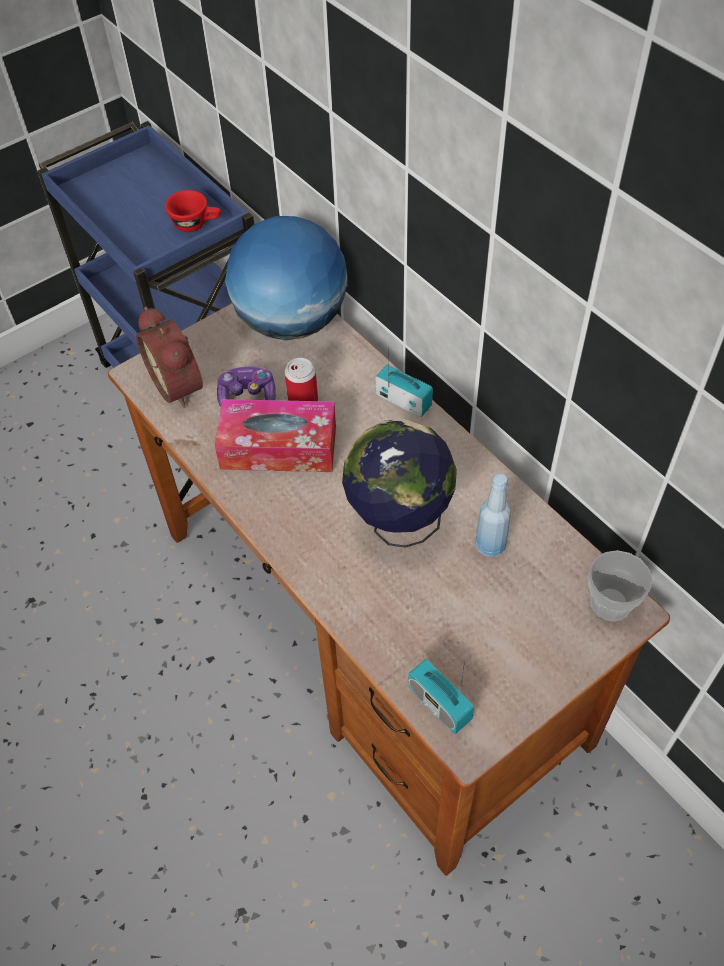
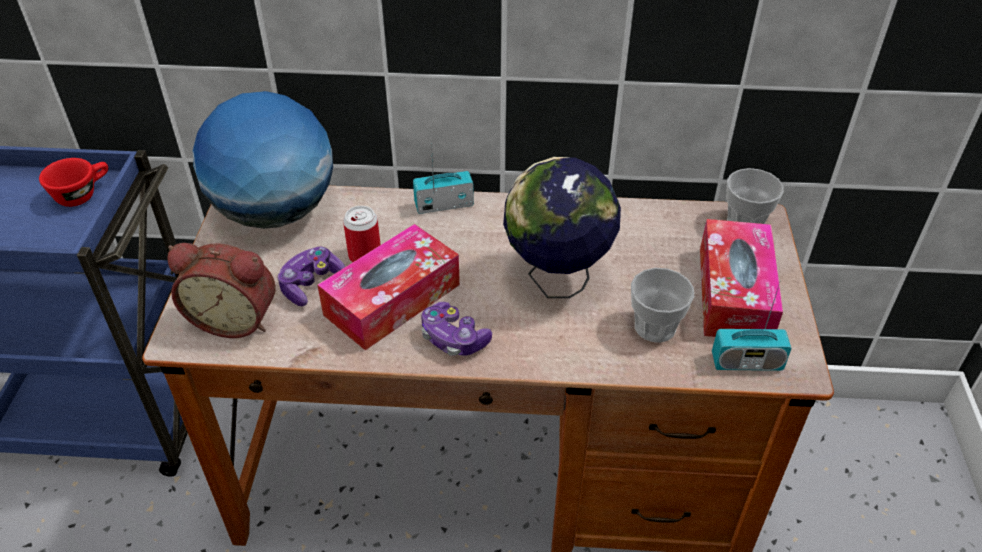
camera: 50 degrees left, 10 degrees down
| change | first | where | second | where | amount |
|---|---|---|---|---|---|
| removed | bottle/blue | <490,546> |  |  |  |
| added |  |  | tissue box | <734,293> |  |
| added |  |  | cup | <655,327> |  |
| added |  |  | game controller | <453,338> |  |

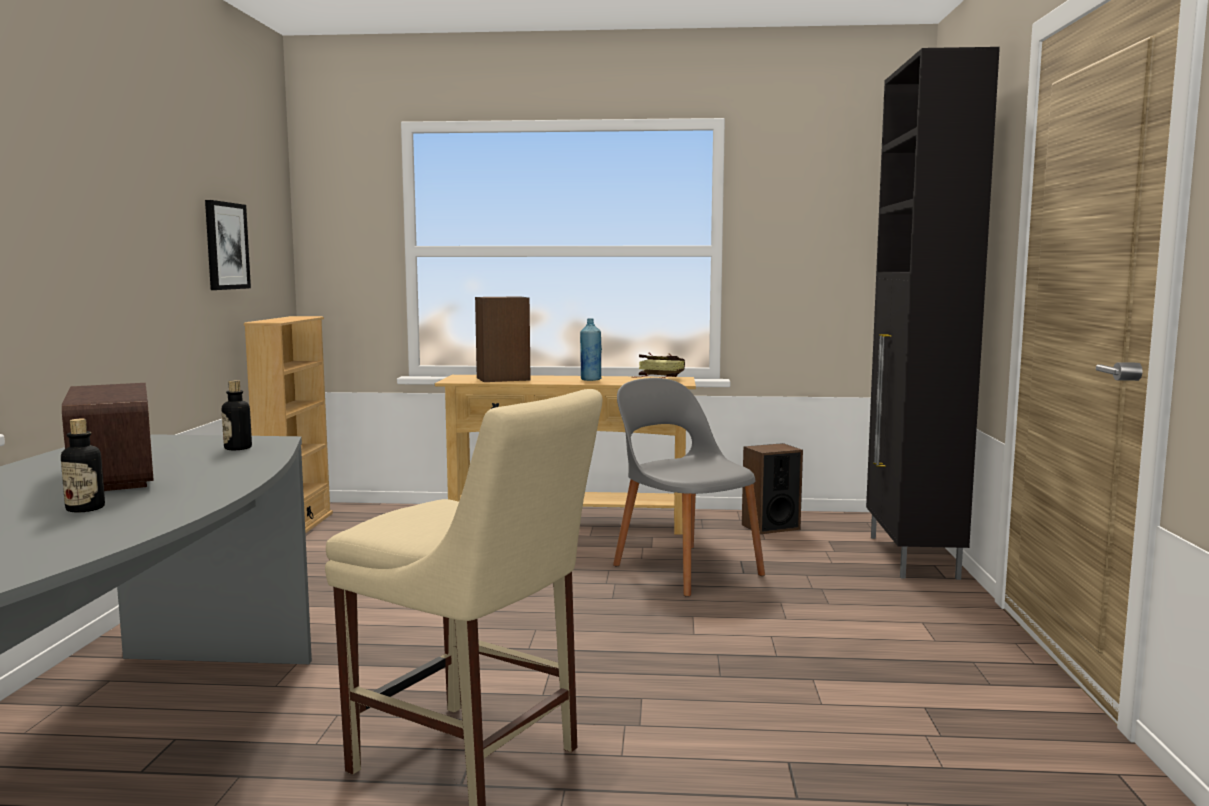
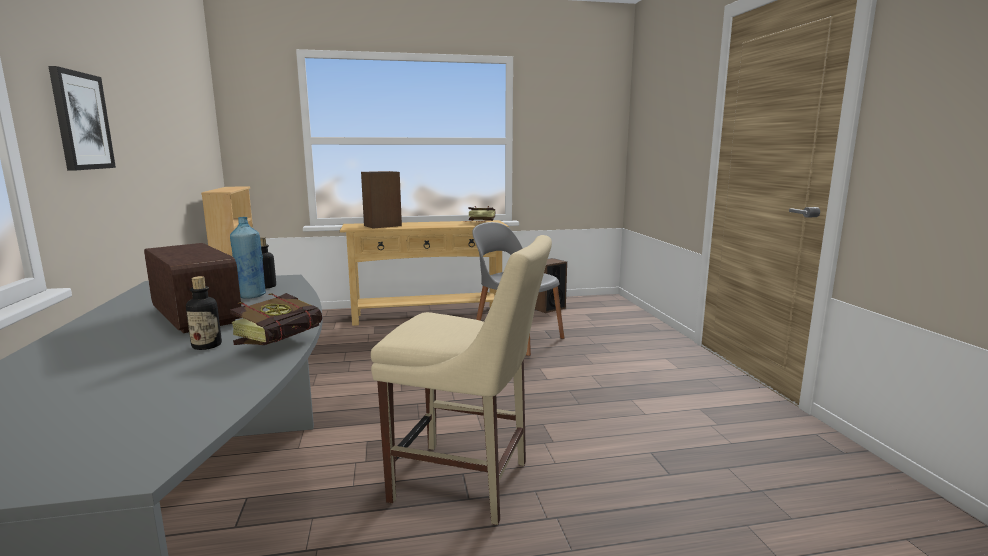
camera: 15 degrees left, 5 degrees up
| change | first | where | second | where | amount |
|---|---|---|---|---|---|
| removed | cabinet/black | <912,557> |  |  |  |
| moved | picture | <225,246> |  | <81,121> |  |
| moved | bottle/blue | <590,380> |  | <251,295> |  |
| added |  |  | book | <286,341> |  |

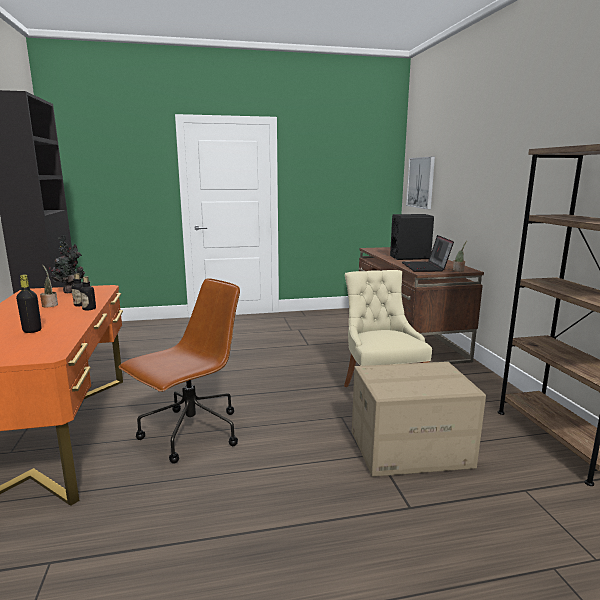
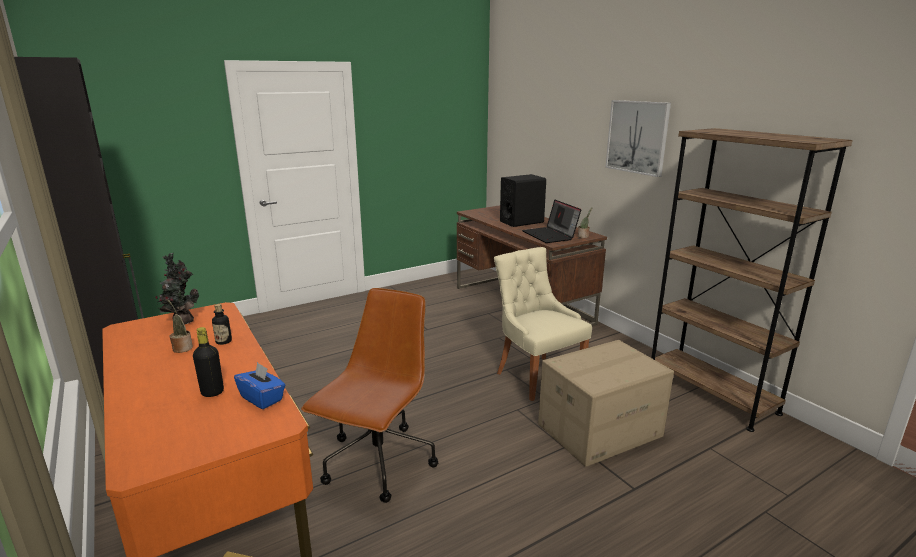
camera: 20 degrees left, 5 degrees up
| change | first | where | second | where | amount |
|---|---|---|---|---|---|
| moved | picture | <421,182> |  | <637,137> |  |
| removed | bottle | <89,309> |  |  |  |
| added |  |  | tissue box/blue | <262,398> |  |

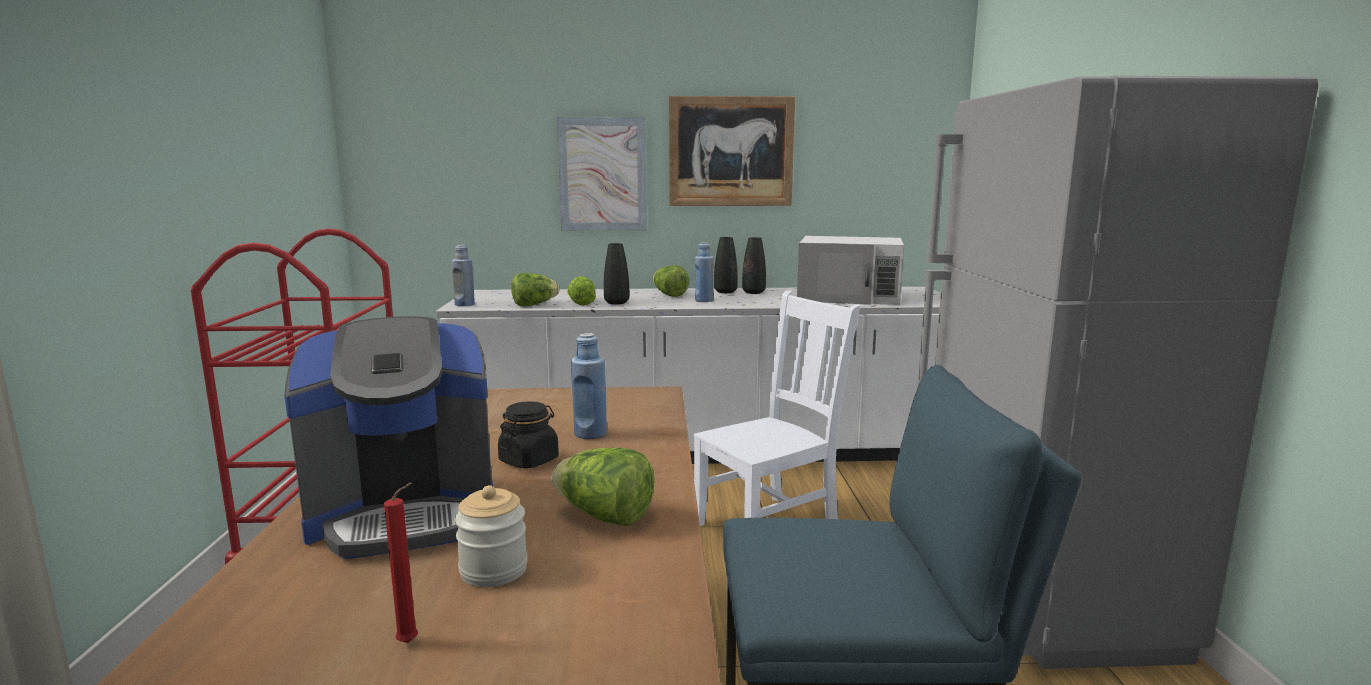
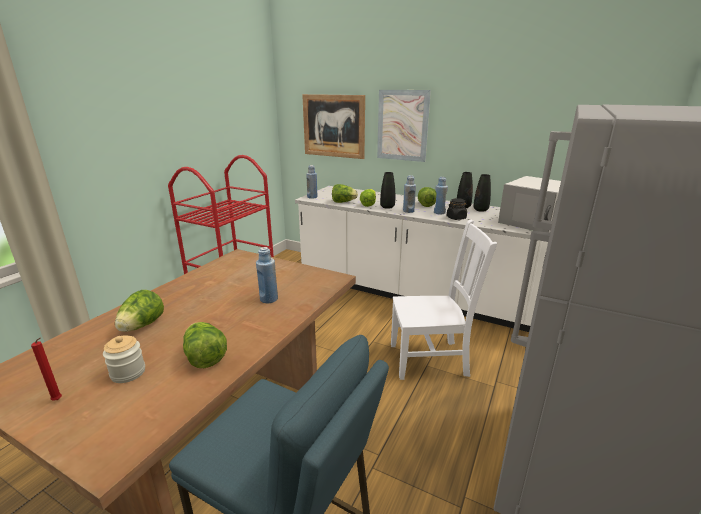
camera: 30 degrees right, 10 degrees up
| change | first | where | second | where | amount |
|---|---|---|---|---|---|
| moved | picture | <731,152> |  | <333,126> |  |
| replaced | coffee machine | <405,513> | lettuce | <142,326> |  |
| moved | jar/black | <529,460> |  | <456,218> |  |
| added |  |  | bottle/blue | <408,211> |  |

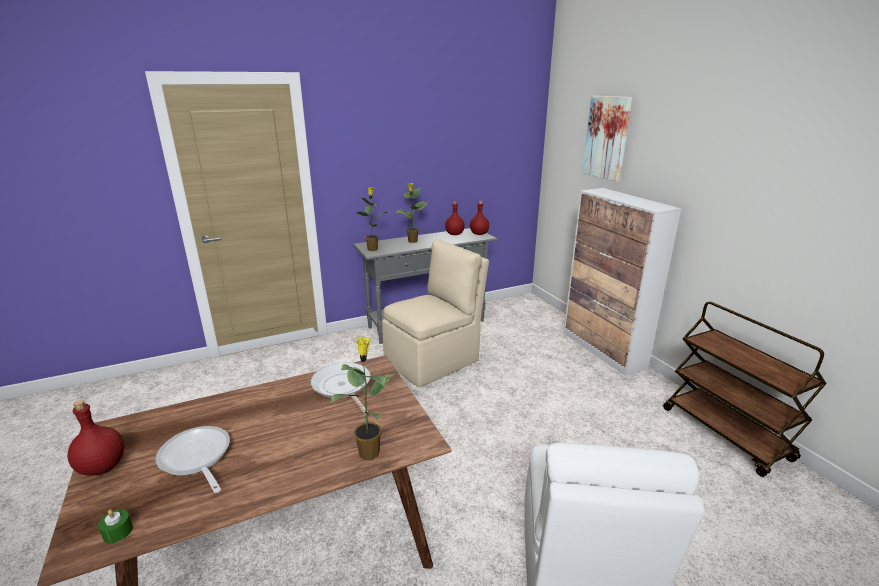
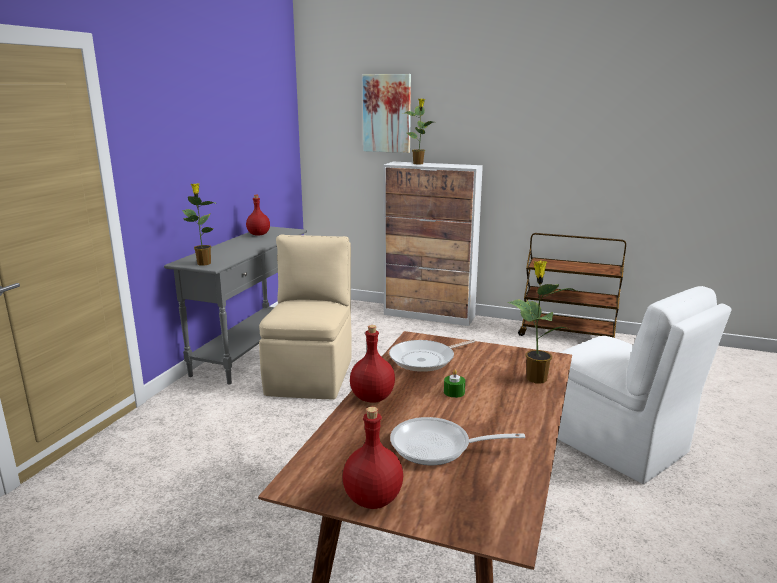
camera: 45 degrees left, 5 degrees down
| change | first | where | second | where | amount |
|---|---|---|---|---|---|
| moved | potted plant | <412,241> |  | <418,163> |  |
| moved | bottle/red | <479,234> |  | <373,397> |  |
| turned | frying pan | <342,387> |  | <425,359> | 45 degrees counterclockwise |
| moved | candle/green | <118,532> |  | <454,392> |  |

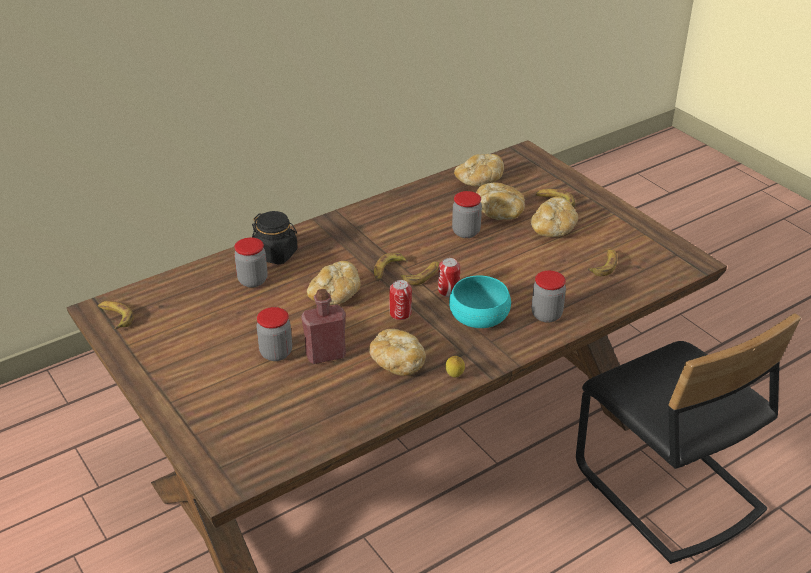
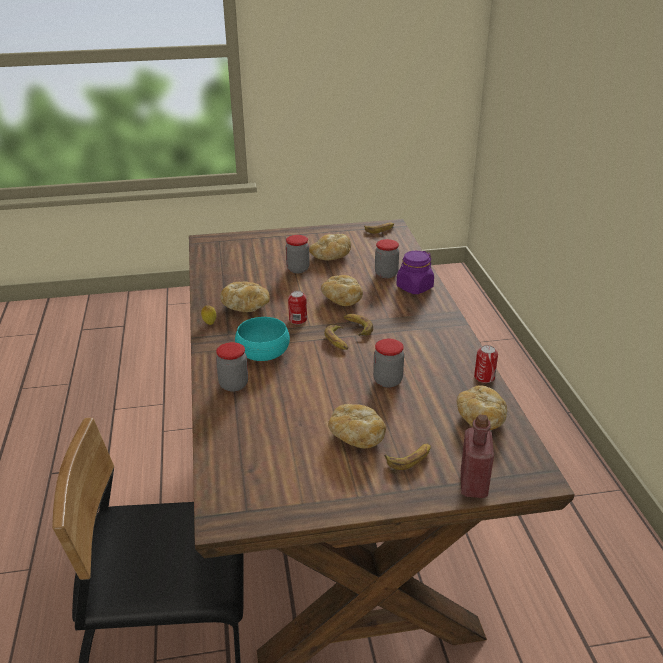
camera: 115 degrees right, 5 degrees down
| change | first | where | second | where | amount |
|---|---|---|---|---|---|
| moved | bread | <500,212> |  | <330,257> |  |
| recoloured | jar/black | <276,254> | jar/purple | <414,287> |  |
| removed | banana | <604,265> |  |  |  |
| moved | can | <448,291> |  | <484,377> |  |
| moved | bottle/red | <325,355> |  | <473,485> |  |

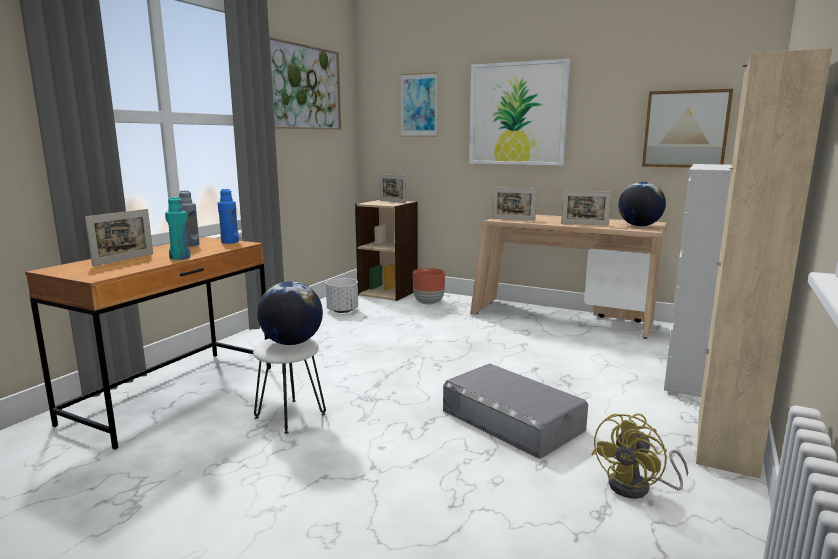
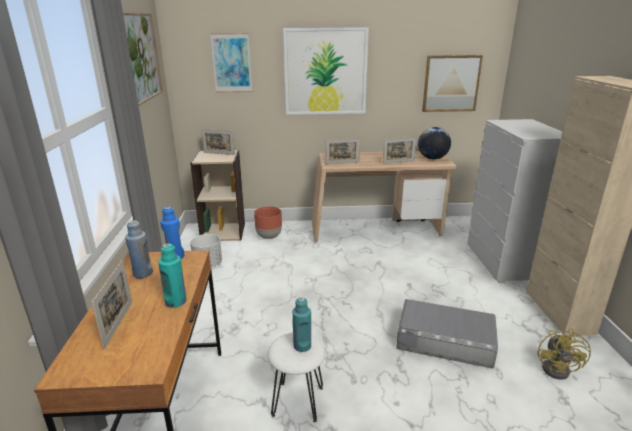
camera: 30 degrees left, 10 degrees up
| change | first | where | second | where | amount |
|---|---|---|---|---|---|
| replaced | globe | <291,343> | bottle/turquoise | <302,346> |  |

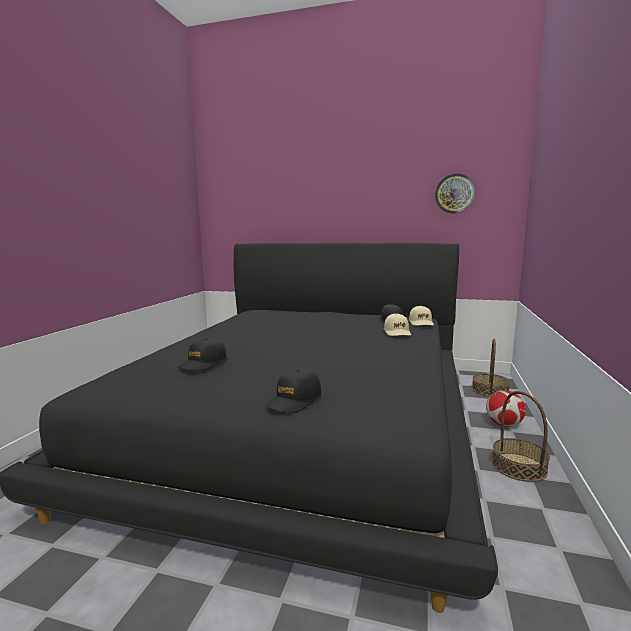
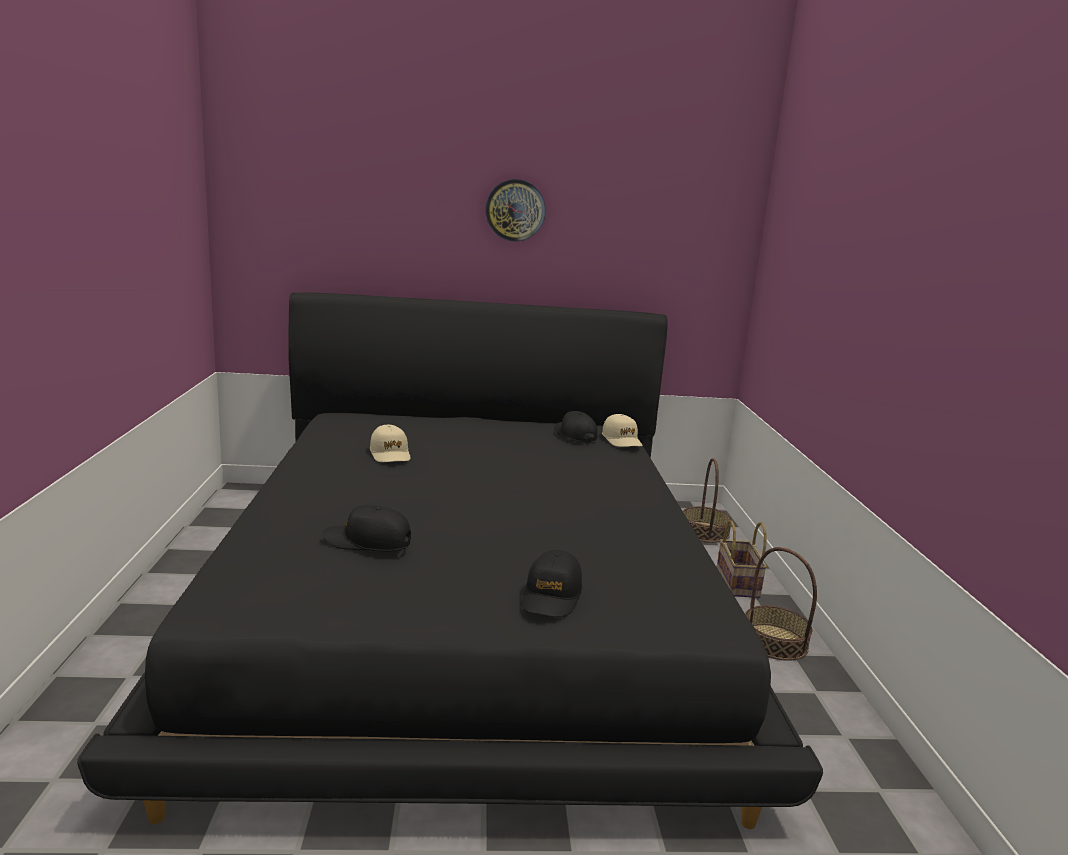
camera: 20 degrees left, 5 degrees up
| change | first | where | second | where | amount |
|---|---|---|---|---|---|
| moved | wall clock | <454,194> |  | <515,210> |  |
| moved | cap/beige | <397,332> |  | <390,454> |  |
| turned | cap/black | <203,363> |  | <367,541> | 90 degrees clockwise |
| replaced | football | <504,425> | basket | <739,584> |  |

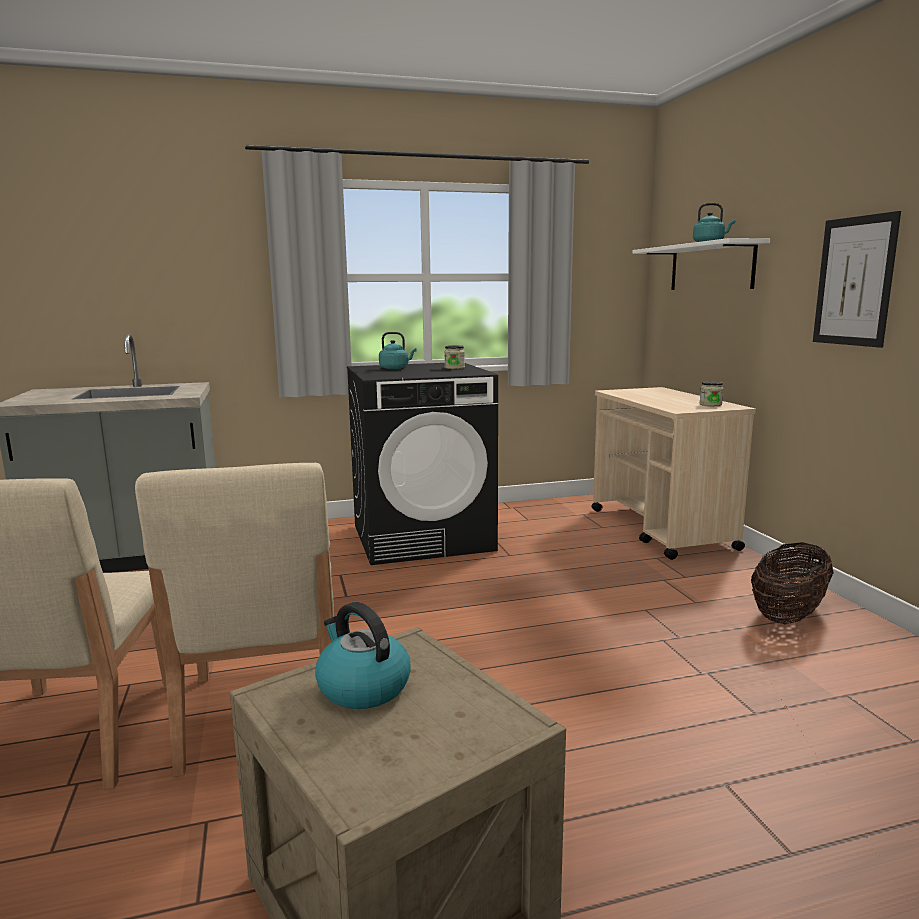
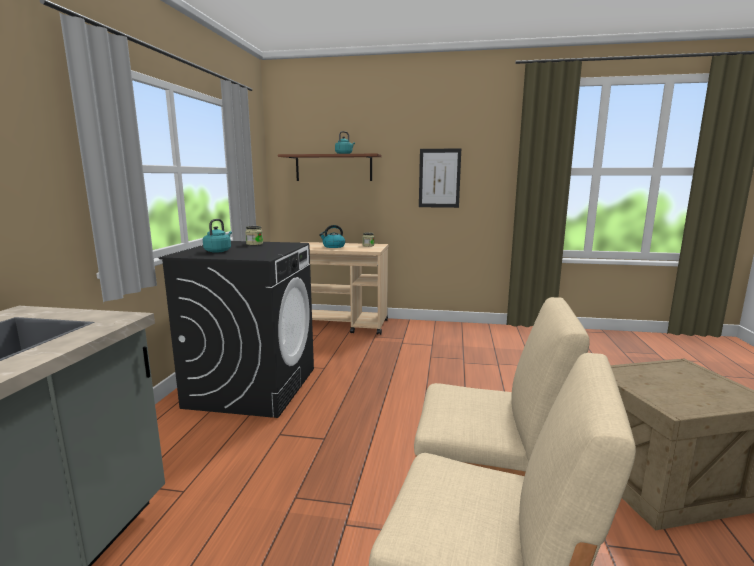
camera: 65 degrees left, 0 degrees up
| change | first | where | second | where | amount |
|---|---|---|---|---|---|
| recoloured | shelf/white | <711,267> | shelf/brown | <333,168> |  |
| removed | basket | <788,615> |  |  |  |
| moved | kettle | <362,687> |  | <333,246> |  |

